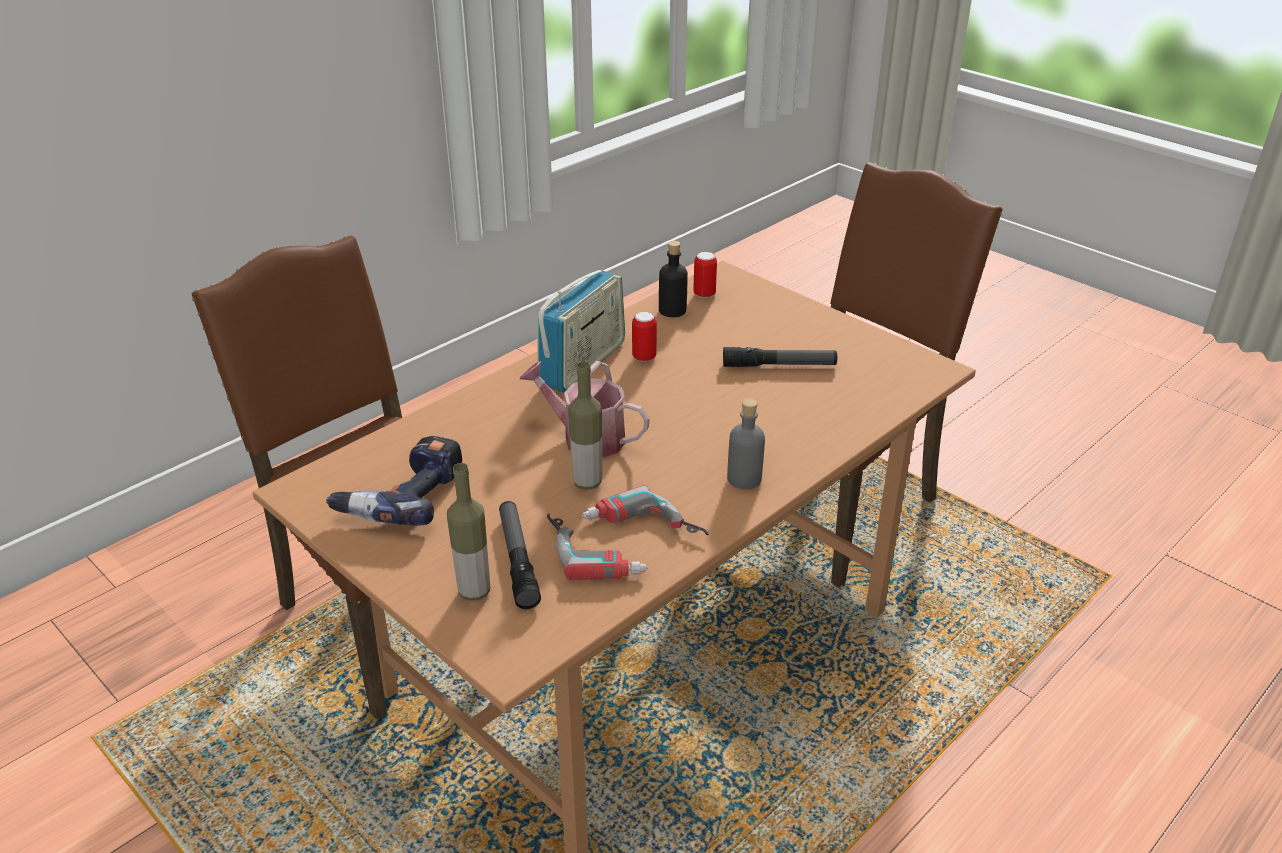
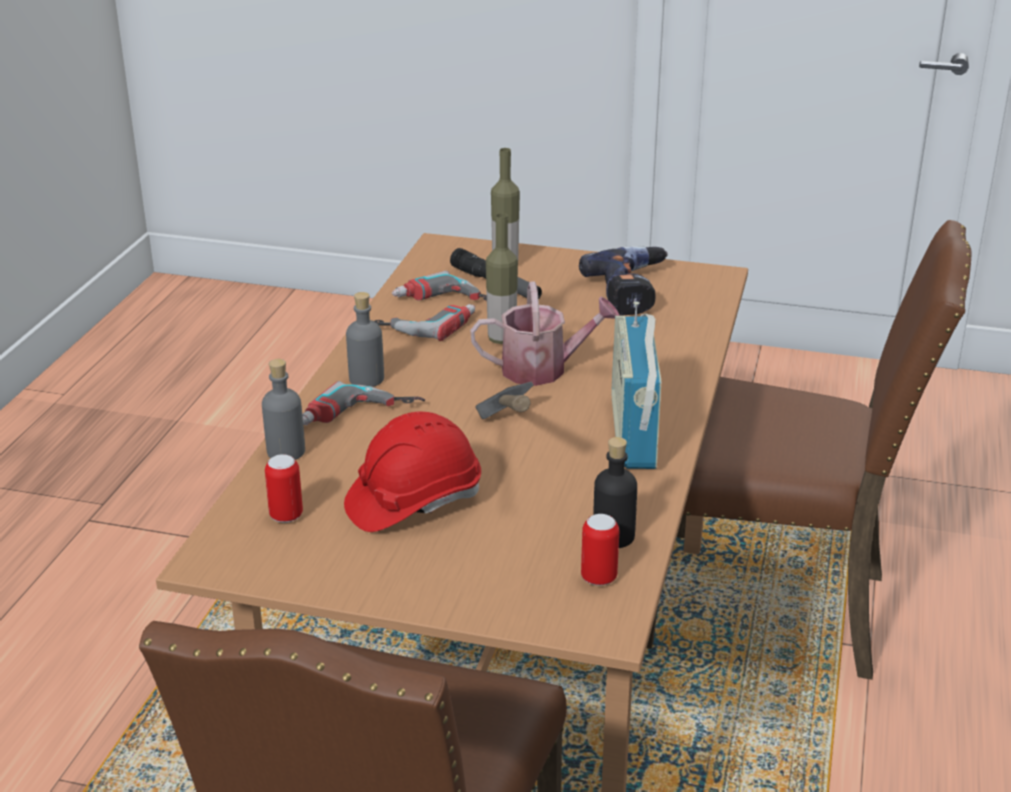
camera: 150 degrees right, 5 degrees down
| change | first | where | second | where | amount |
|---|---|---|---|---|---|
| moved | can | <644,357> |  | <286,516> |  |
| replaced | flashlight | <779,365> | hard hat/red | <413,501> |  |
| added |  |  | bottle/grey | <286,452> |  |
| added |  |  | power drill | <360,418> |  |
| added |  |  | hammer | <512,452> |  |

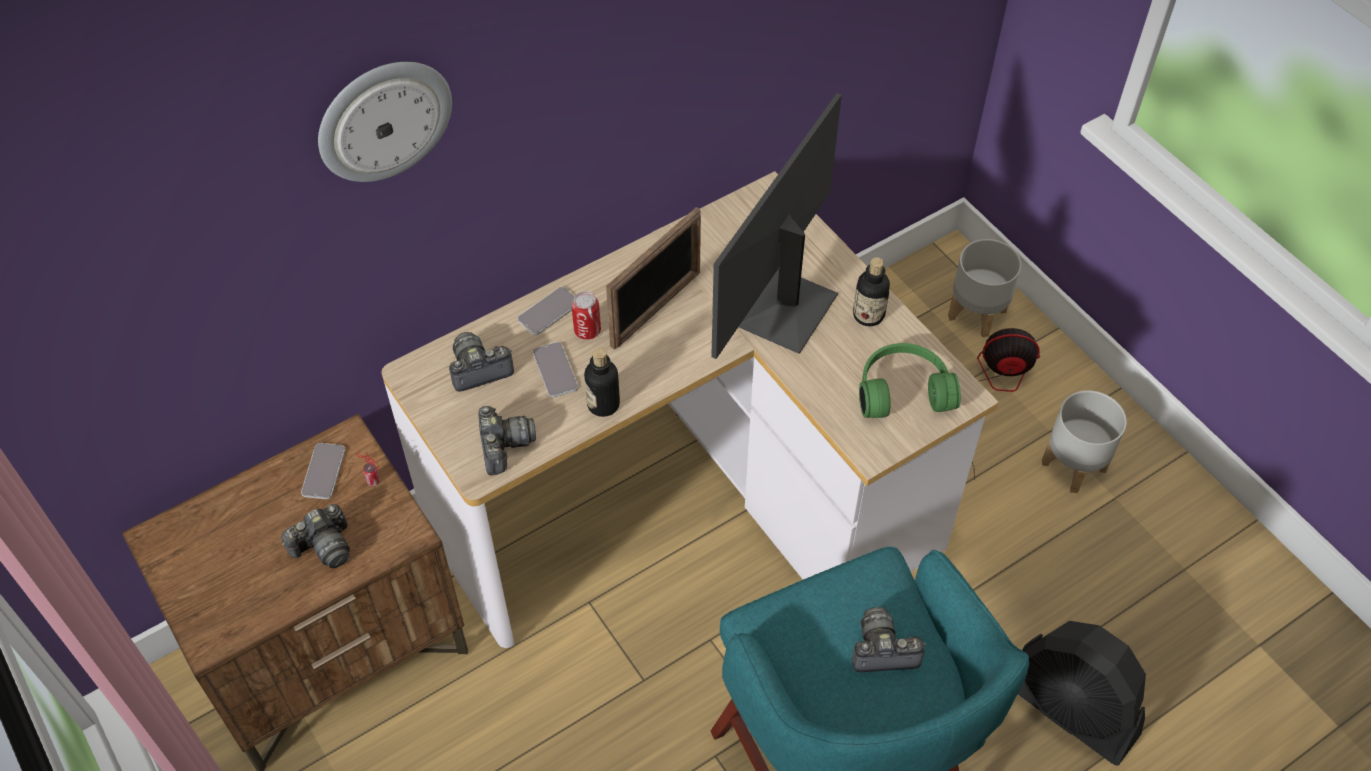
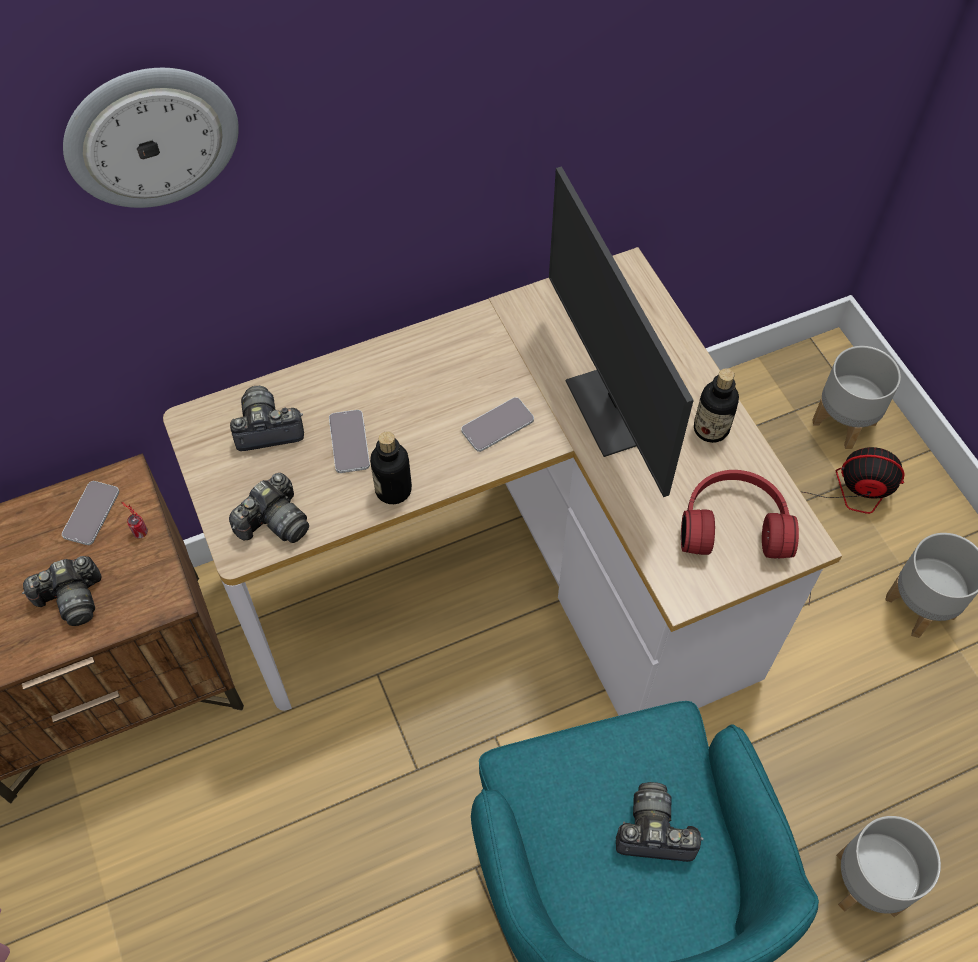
camera: 10 degrees right, 5 degrees up
| change | first | where | second | where | amount |
|---|---|---|---|---|---|
| turned | monitor | <784,309> |  | <617,408> | 60 degrees counterclockwise |
| removed | picture frame | <656,309> |  |  |  |
| moved | phone | <548,312> |  | <497,425> |  |
| removed | can | <587,330> |  |  |  |
| recoloured | headphones/green | <902,389> | headphones/red | <733,523> |  |
| turned | photo camera | <504,446> |  | <274,522> | 45 degrees clockwise |
| replaced | fan/black | <1070,709> | planter/grey | <869,883> |  |

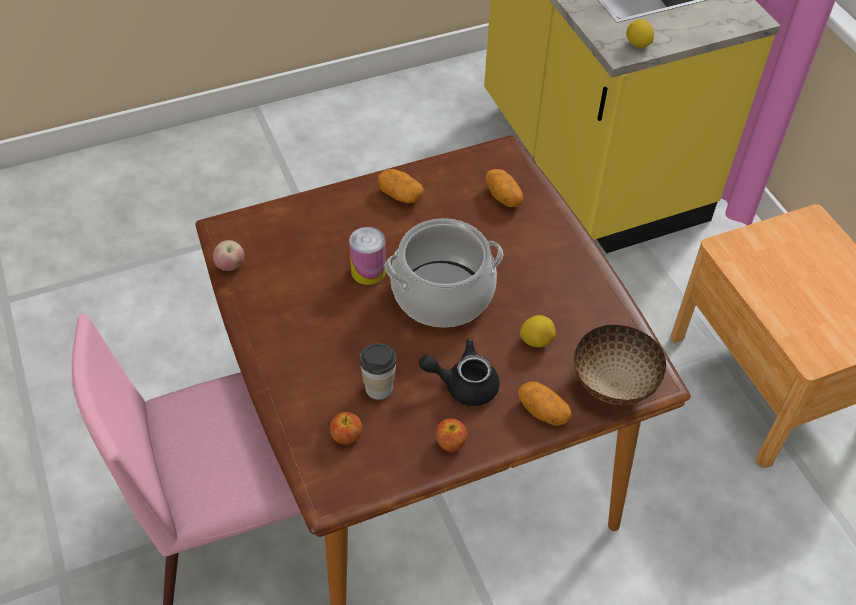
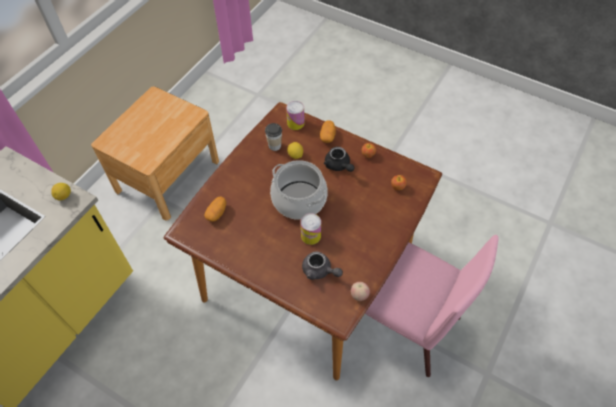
camera: 125 degrees left, 5 degrees up
| change | first | where | second | where | amount |
|---|---|---|---|---|---|
| removed | potato | <400,195> |  |  |  |
| replaced | bowl | <612,384> | can | <295,123> |  |
| moved | cup | <379,388> |  | <274,146> |  |
| added |  |  | teapot/grey | <320,271> |  |

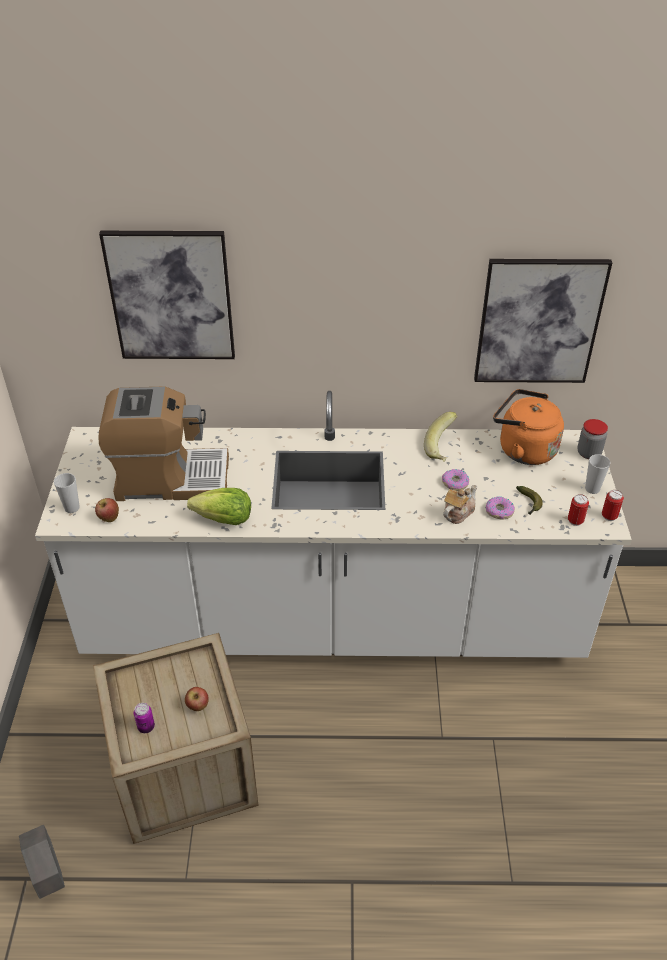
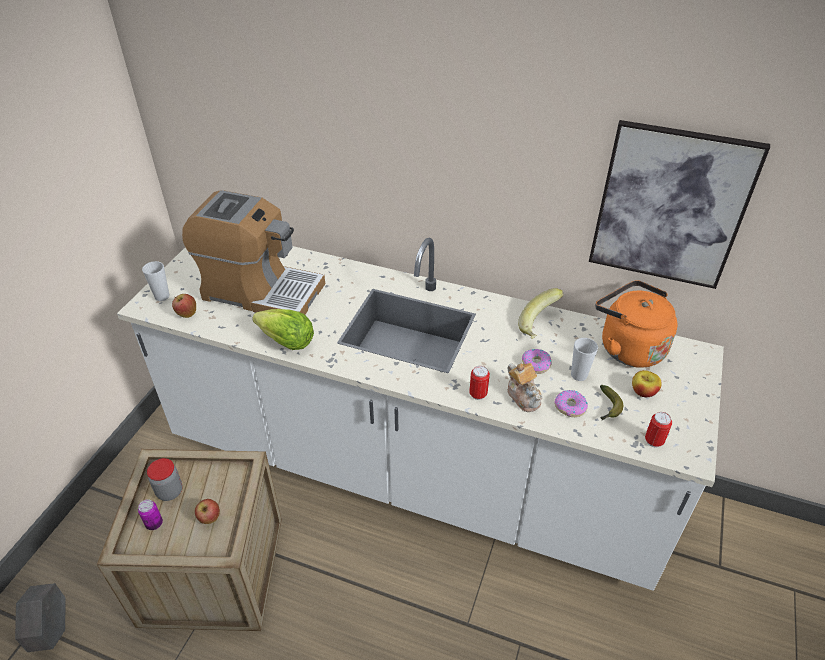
camera: 20 degrees right, 0 degrees up
| change | first | where | second | where | amount |
|---|---|---|---|---|---|
| removed | picture | <171,296> |  |  |  |
| moved | jar | <588,453> |  | <169,491> |  |
| moved | cup | <592,489> |  | <579,375> |  |
| turned | teapot | <457,512> |  | <523,396> | 90 degrees clockwise |
| moved | can | <609,516> |  | <478,394> |  |
| added |  |  | apple | <643,392> |  |

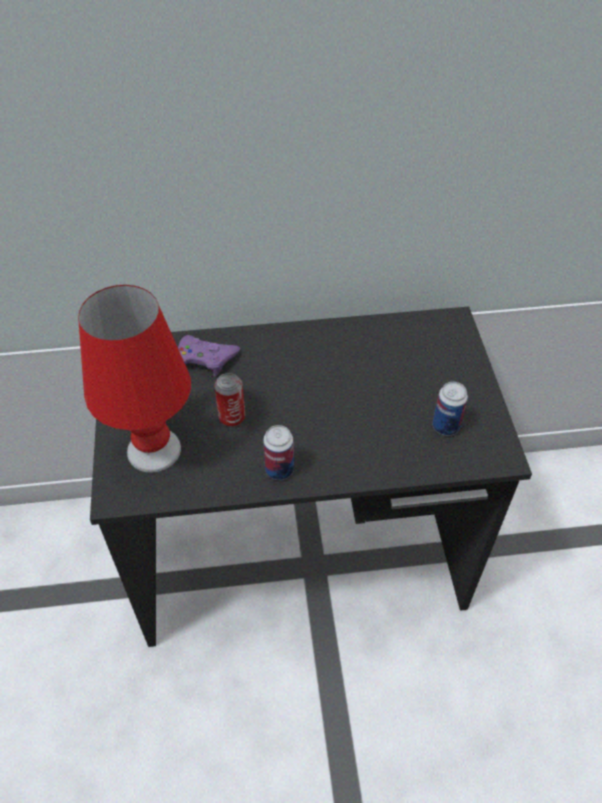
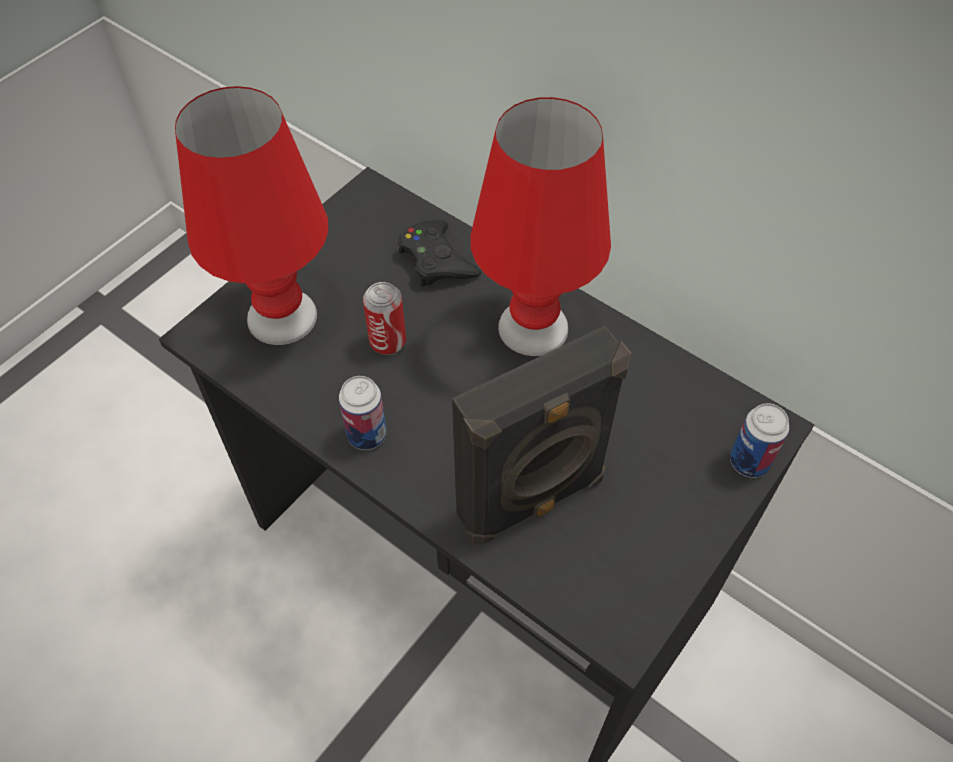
camera: 45 degrees right, 5 degrees up
| change | first | where | second | where | amount |
|---|---|---|---|---|---|
| recoloured | game controller/purple | <206,358> | game controller/black | <436,260> |  |
| moved | can | <445,426> |  | <749,462> |  |
| added |  |  | table lamp/red | <532,326> |  |
| added |  |  | speaker/black | <533,500> |  |

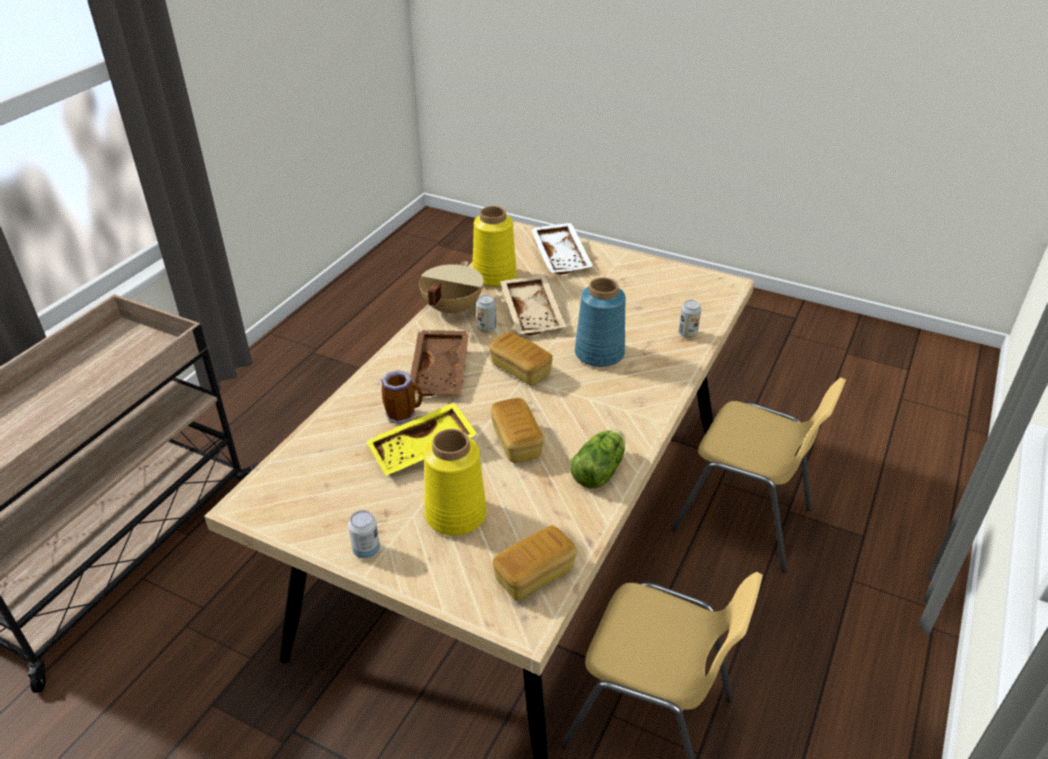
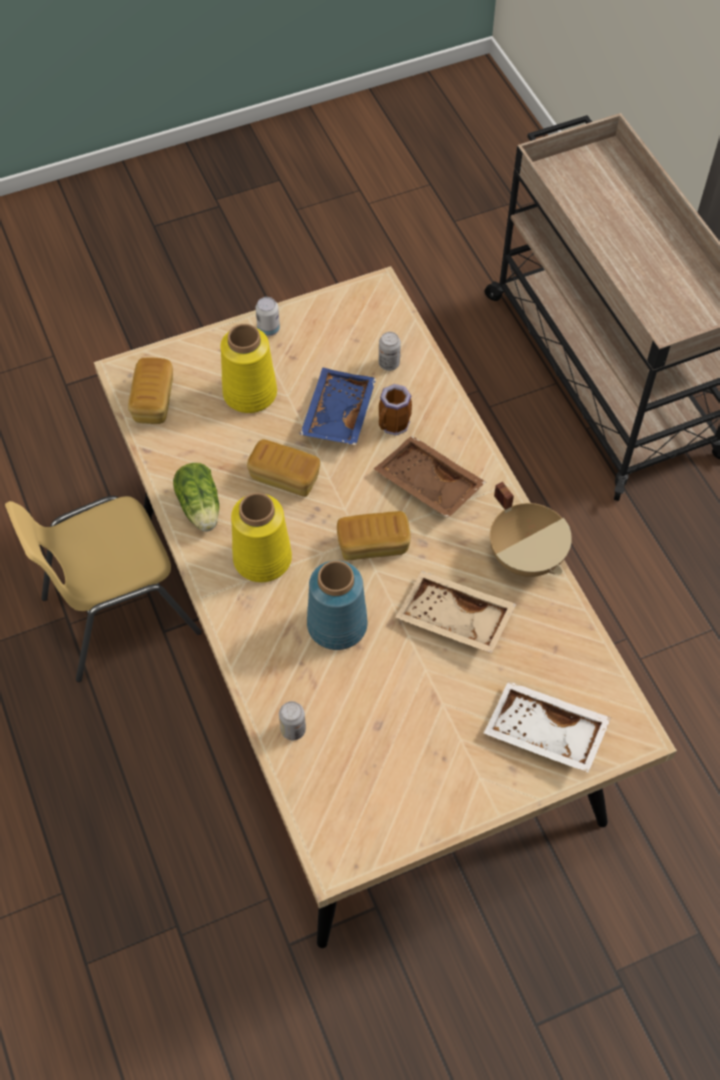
camera: 130 degrees right, 20 degrees up
| change | first | where | second | where | amount |
|---|---|---|---|---|---|
| moved | vase/yellow | <493,277> |  | <262,557> |  |
| moved | can | <486,328> |  | <389,364> |  |
| removed | chair/yellow | <743,520> |  |  |  |
| recoloured | tray/yellow | <423,450> | tray/blue | <337,414> |  |

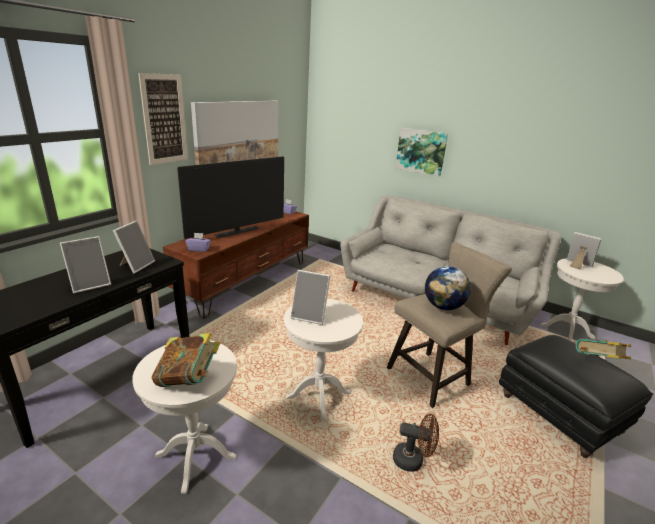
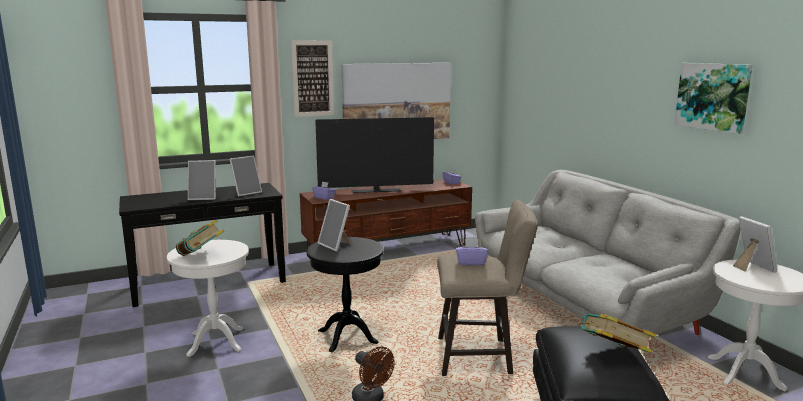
camera: 35 degrees right, 10 degrees down
| change | first | where | second | where | amount |
|---|---|---|---|---|---|
| moved | picture | <421,151> |  | <713,96> |  |
| replaced | globe | <443,307> | tissue box/purple | <470,262> |  |
| recoloured | side table/white | <318,395> | side table/black | <347,337> |  |

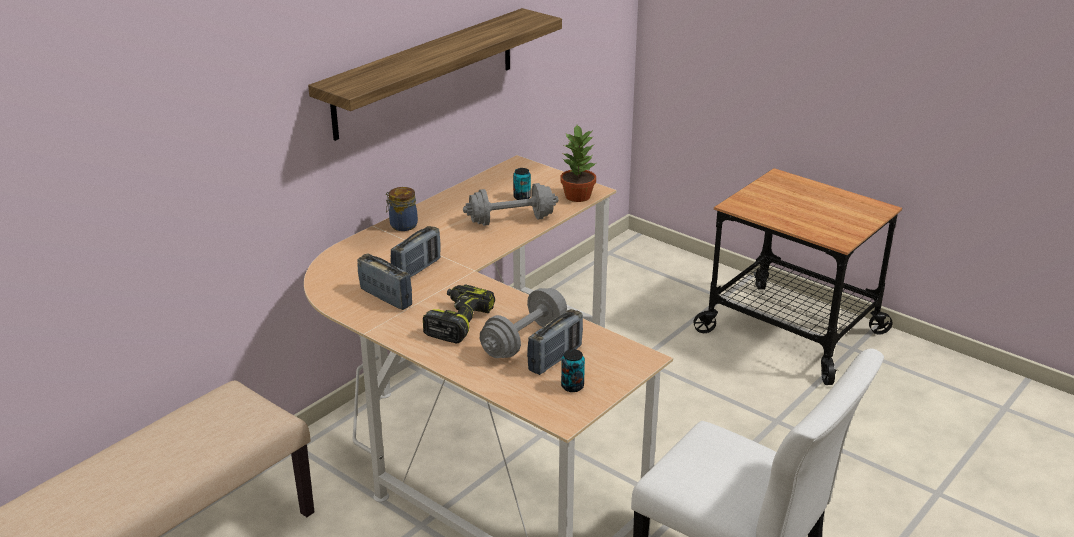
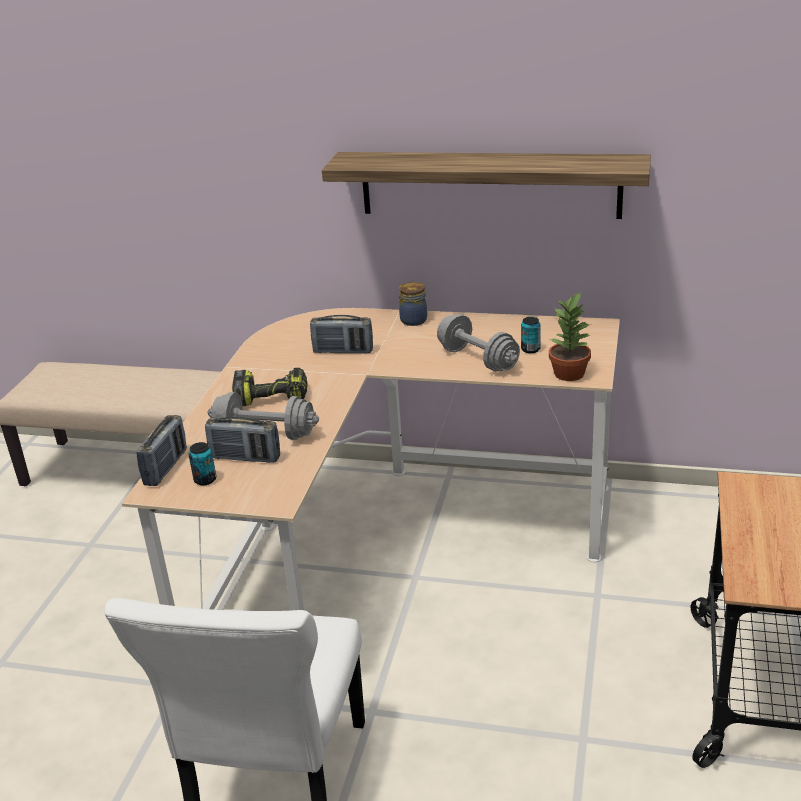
camera: 65 degrees right, 0 degrees up
| change | first | where | second | where | amount |
|---|---|---|---|---|---|
| moved | radio | <386,298> |  | <166,467> |  |

